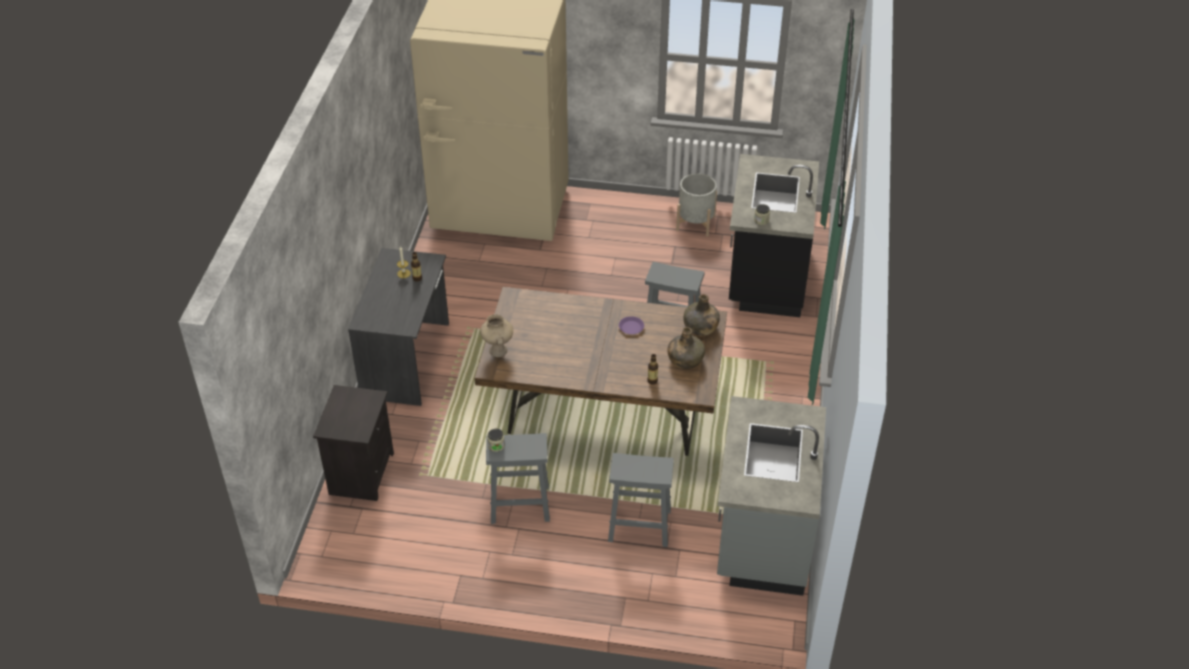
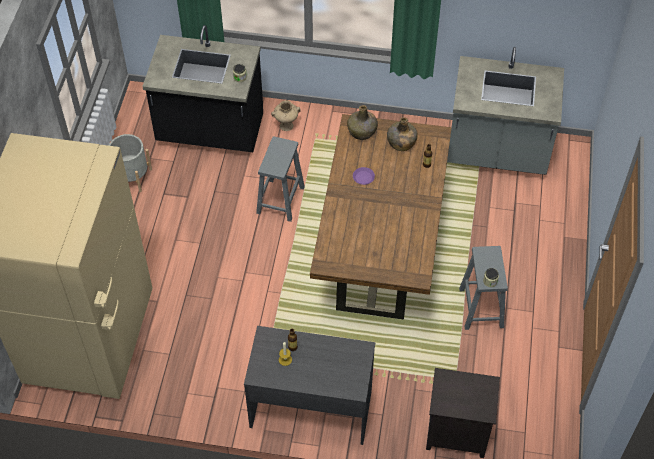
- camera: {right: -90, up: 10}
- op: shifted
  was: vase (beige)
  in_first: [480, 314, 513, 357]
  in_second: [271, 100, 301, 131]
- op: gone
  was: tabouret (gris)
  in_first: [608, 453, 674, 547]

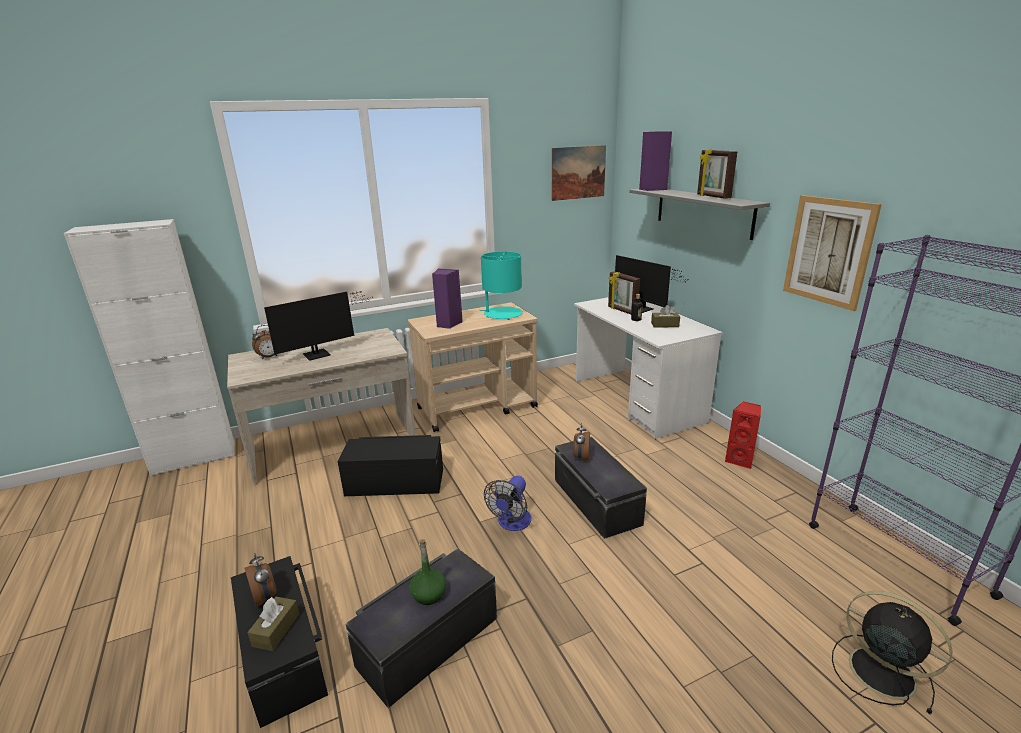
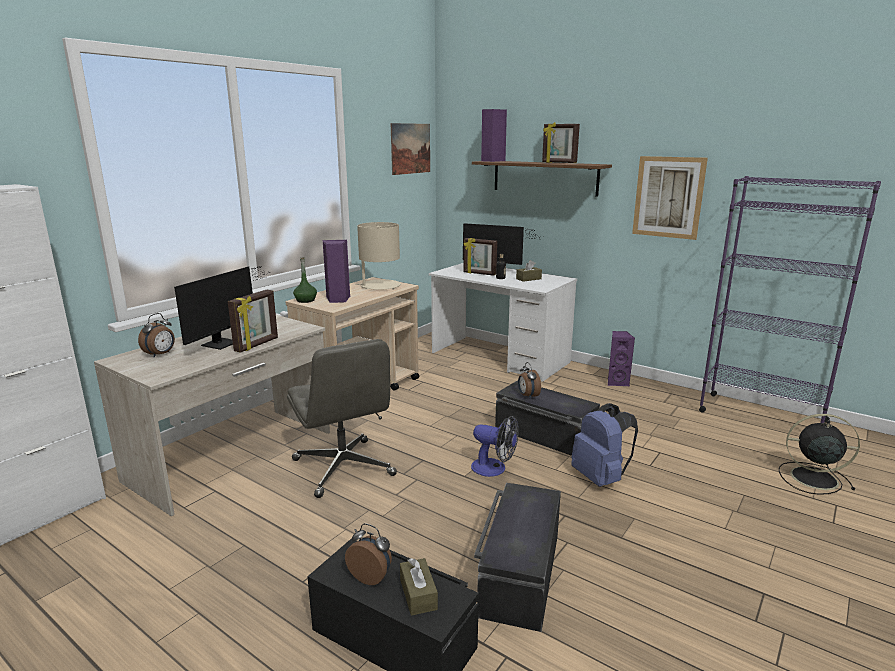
- camera: {right: -30, up: -5}
- op: swapped
  was: boîte de rangement (noir)
  now: chaise de bureau (gris)
  in_first: [338, 435, 443, 496]
  in_second: [287, 339, 397, 498]
- op: shifted
  was: bouteille (vert)
  in_first: [409, 539, 446, 605]
  in_second: [293, 258, 317, 303]
- op: repainted
  was: lampe de table (turquoise)
  now: lampe de table (beige)
  in_first: [479, 251, 523, 320]
  in_second: [355, 222, 401, 290]
- op: rotated
  was: ventilateur
  in_first: [484, 476, 531, 531]
  in_second: [471, 416, 519, 477]
  clockwise: -60
- op: repainted
  was: étagère (gris)
  now: étagère (marron)
  in_first: [629, 189, 770, 240]
  in_second: [472, 161, 612, 197]
- op: repainted
  was: enceinte (rouge)
  now: enceinte (violet)
  in_first: [725, 401, 761, 469]
  in_second: [608, 331, 635, 386]
- op: new
  now: cadre photo
  in_second: [228, 290, 278, 353]
- op: new
  now: sac à dos (bleu)
  in_second: [571, 403, 638, 487]

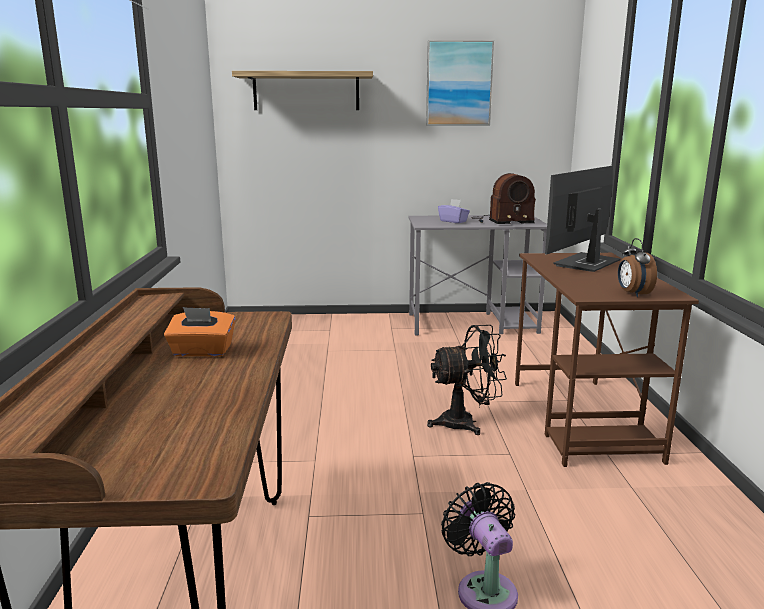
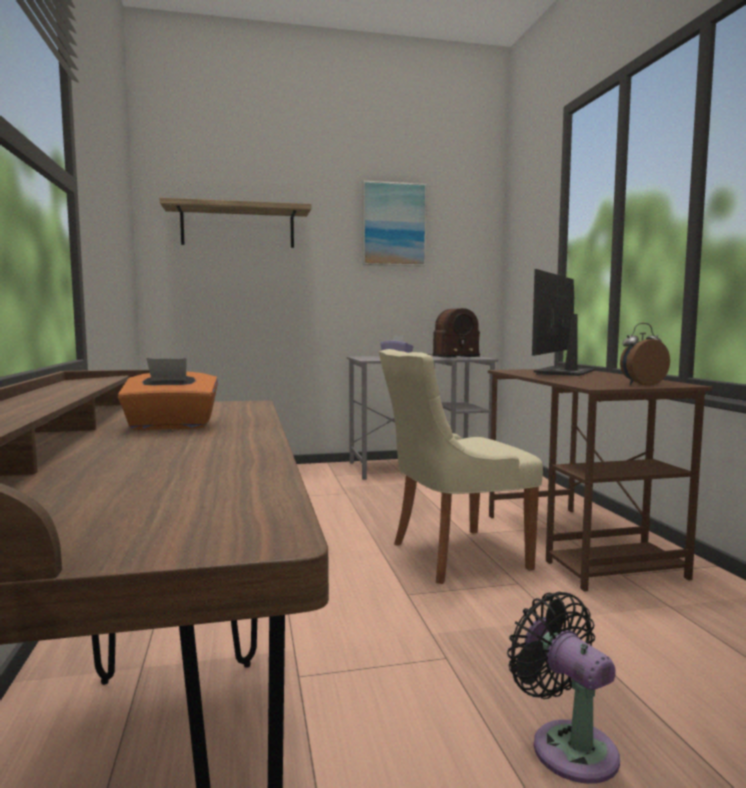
- camera: {right: -10, up: -10}
- op: swapped
  was: ventilateur (noir)
  now: chaise (beige)
  in_first: [427, 325, 507, 435]
  in_second: [379, 349, 543, 584]
- op: rotated
  was: réveil
  in_first: [618, 238, 657, 297]
  in_second: [620, 323, 670, 386]
  clockwise: 90

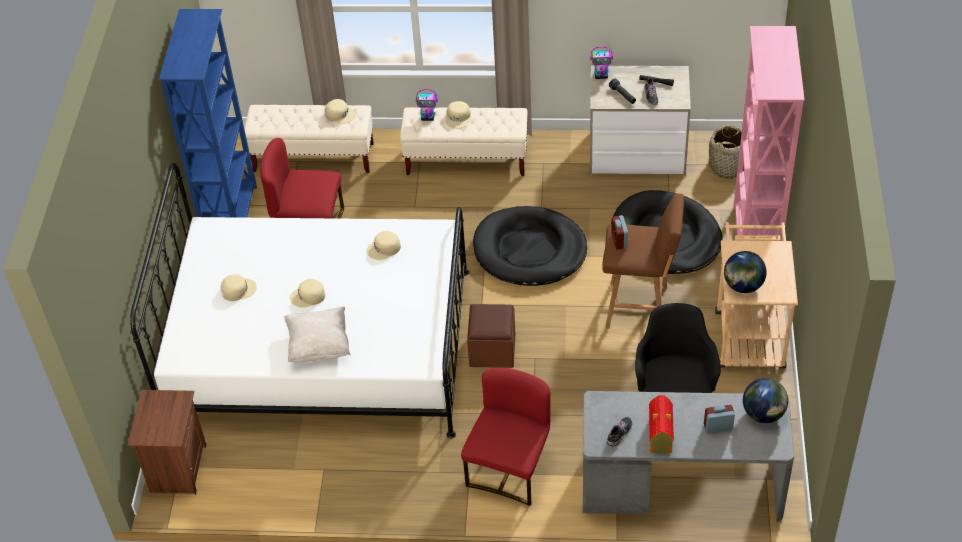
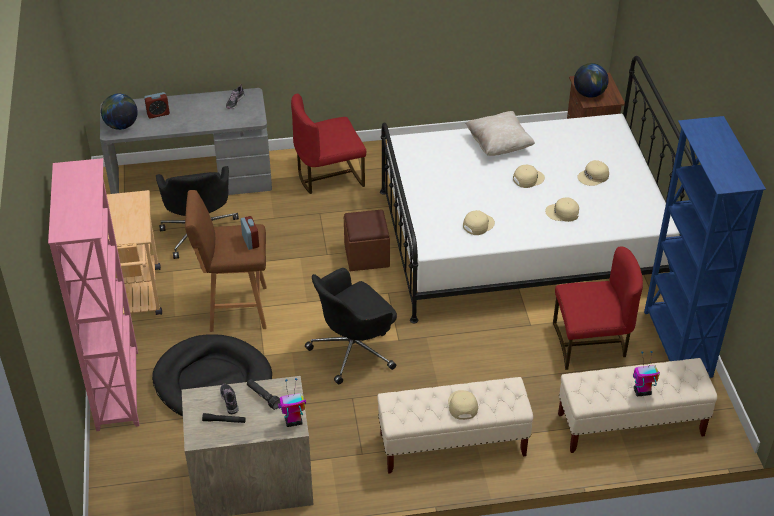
- camera: {right: 165, up: -5}
- op: shifted
  was: casquette (beige)
  in_first: [325, 99, 356, 124]
  in_second: [545, 197, 579, 222]
- op: shifted
  was: robot jouet
  in_first: [416, 89, 438, 121]
  in_second: [633, 351, 660, 396]
- op: rotated
  was: chaise (rouge)
  in_first: [461, 367, 551, 506]
  in_second: [291, 94, 366, 194]
  clockwise: 60
- op: swapped
  was: panier pour chien (noir)
  now: chaise de bureau (noir)
  in_first: [473, 206, 587, 286]
  in_second: [305, 268, 397, 385]
- op: gone
  was: maison miniature
  in_first: [649, 395, 674, 453]
- op: gone
  was: panier
  in_first: [709, 125, 748, 179]
- op: shifted
  was: globe
  in_first: [724, 251, 767, 293]
  in_second: [574, 63, 609, 98]

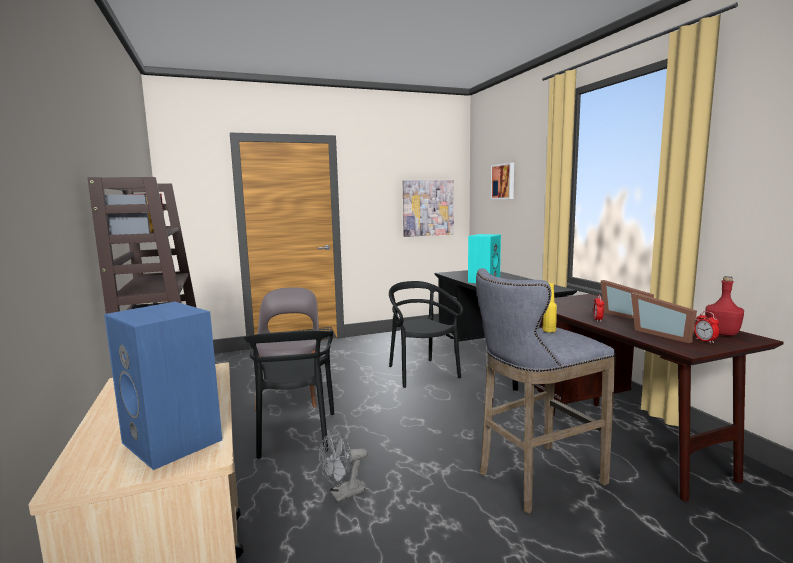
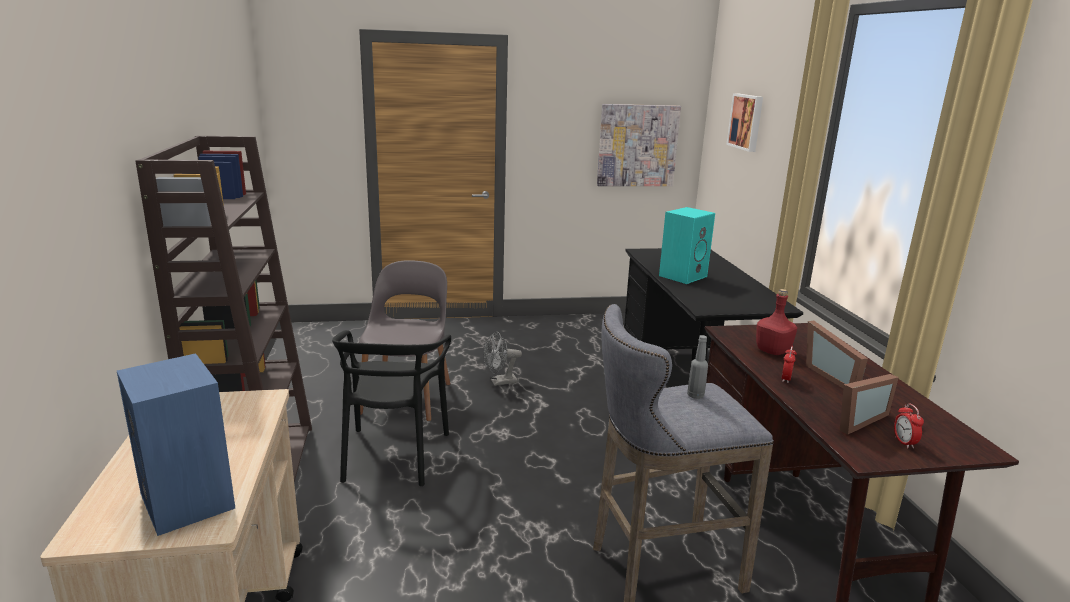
- camera: {right: 10, up: 10}
- op: shifted
  was: ventilateur (gris)
  in_first: [319, 429, 368, 502]
  in_second: [484, 331, 522, 386]
- op: gone
  was: chaise (noir)
  in_first: [389, 281, 463, 388]
- op: repainted
  was: bouteille (jaune)
  now: bouteille (gris)
  in_first: [543, 283, 557, 333]
  in_second: [687, 335, 708, 399]
- op: rotated
  was: cadre photo
  in_first: [631, 292, 697, 343]
  in_second: [840, 374, 899, 434]
  clockwise: -105
- op: shifted
  was: bouteille (rouge)
  in_first: [705, 276, 744, 336]
  in_second: [756, 289, 797, 355]

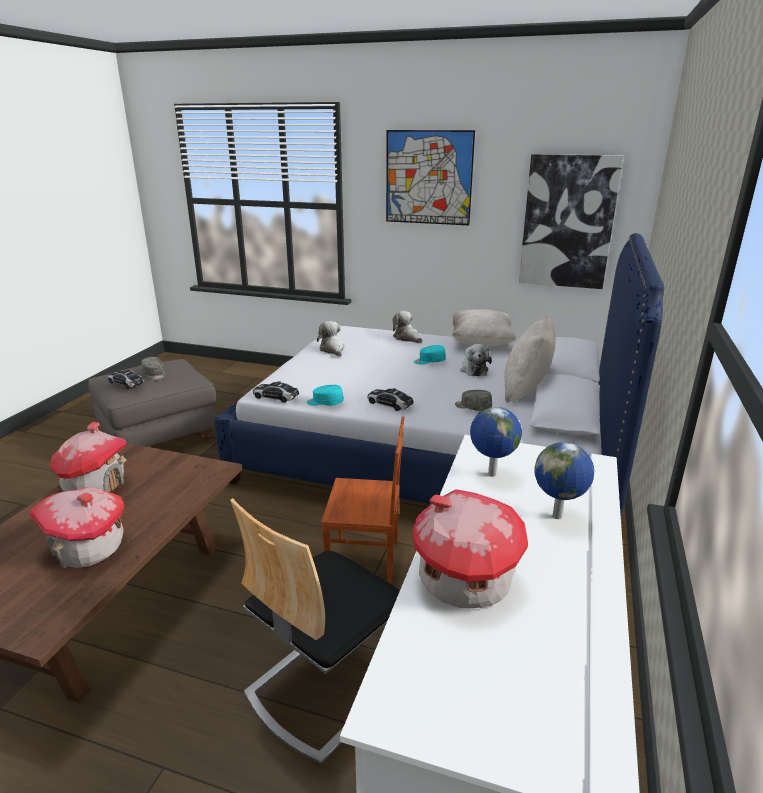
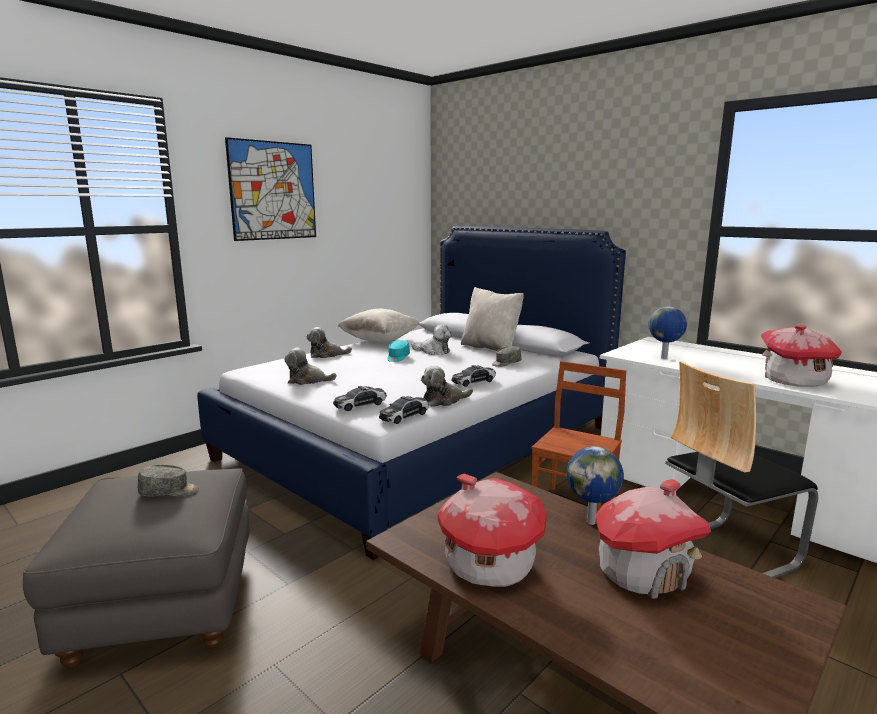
- camera: {right: -65, up: -10}
- op: shifted
  was: petite voiture
  in_first: [108, 369, 144, 389]
  in_second: [333, 386, 387, 411]
- op: rotated
  was: chaise
  in_first: [230, 498, 400, 764]
  in_second: [665, 361, 818, 578]
  clockwise: 90
- op: swapped
  was: casquette (turquoise)
  now: peluche
  in_first: [307, 385, 344, 406]
  in_second: [421, 365, 473, 407]
- op: gone
  was: tableau
  in_first: [519, 154, 624, 289]
- op: shifted
  was: globe
  in_first: [534, 442, 594, 519]
  in_second: [567, 446, 624, 525]

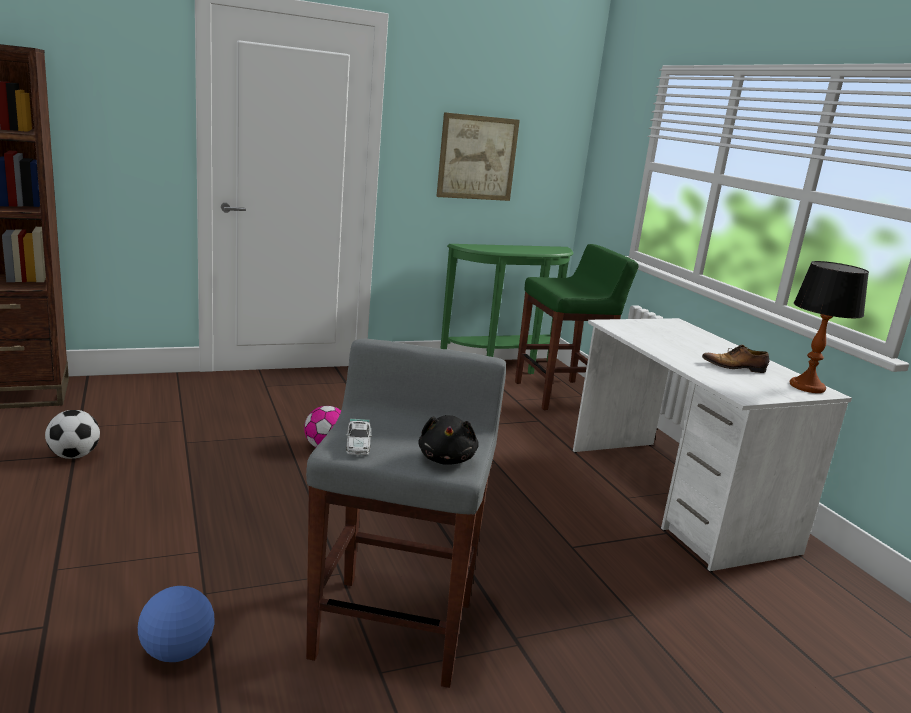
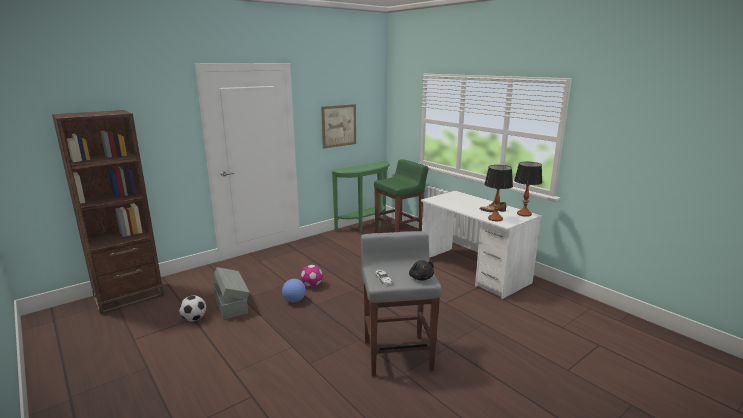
- camera: {right: -15, up: 0}
- op: shifted
  was: ballon de foot
  in_first: [138, 586, 214, 662]
  in_second: [282, 279, 306, 302]
- op: new
  now: boîte de rangement (gris)
  in_second: [213, 267, 250, 320]
- op: new
  now: lampe de table
  in_second: [484, 165, 513, 221]

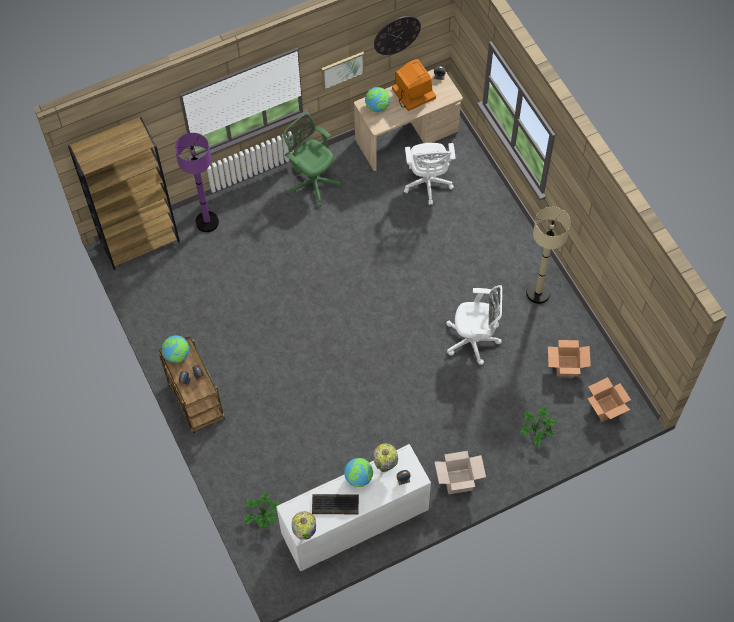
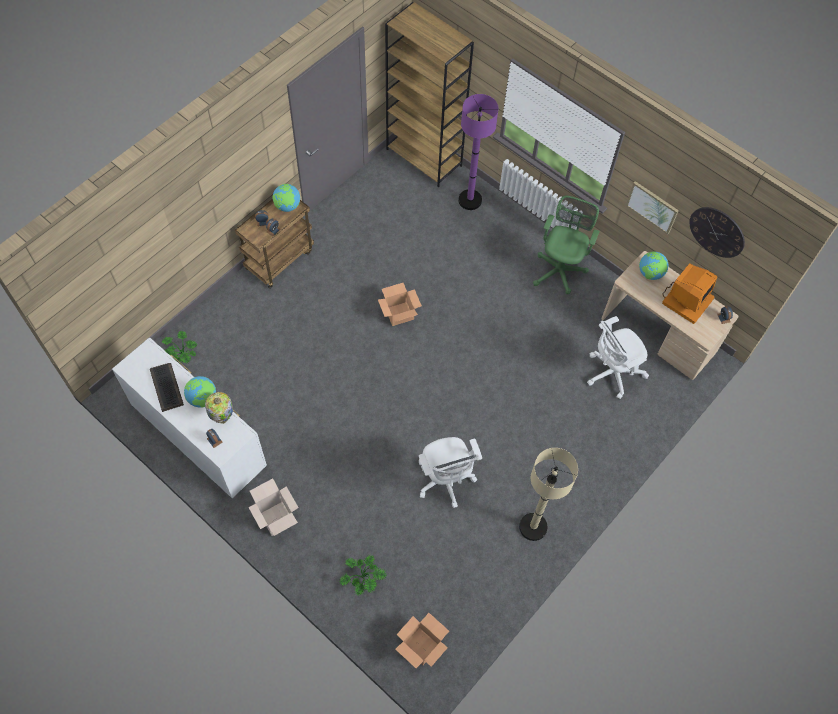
- camera: {right: 65, up: 0}
- op: gone
  was: lampe de table
  in_first: [292, 511, 316, 540]
- op: shifted
  was: carton
  in_first: [548, 340, 591, 377]
  in_second: [378, 283, 422, 326]

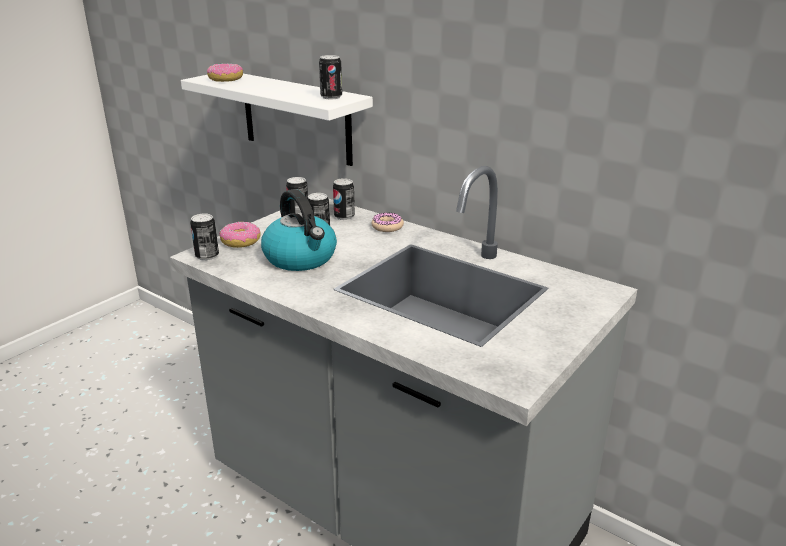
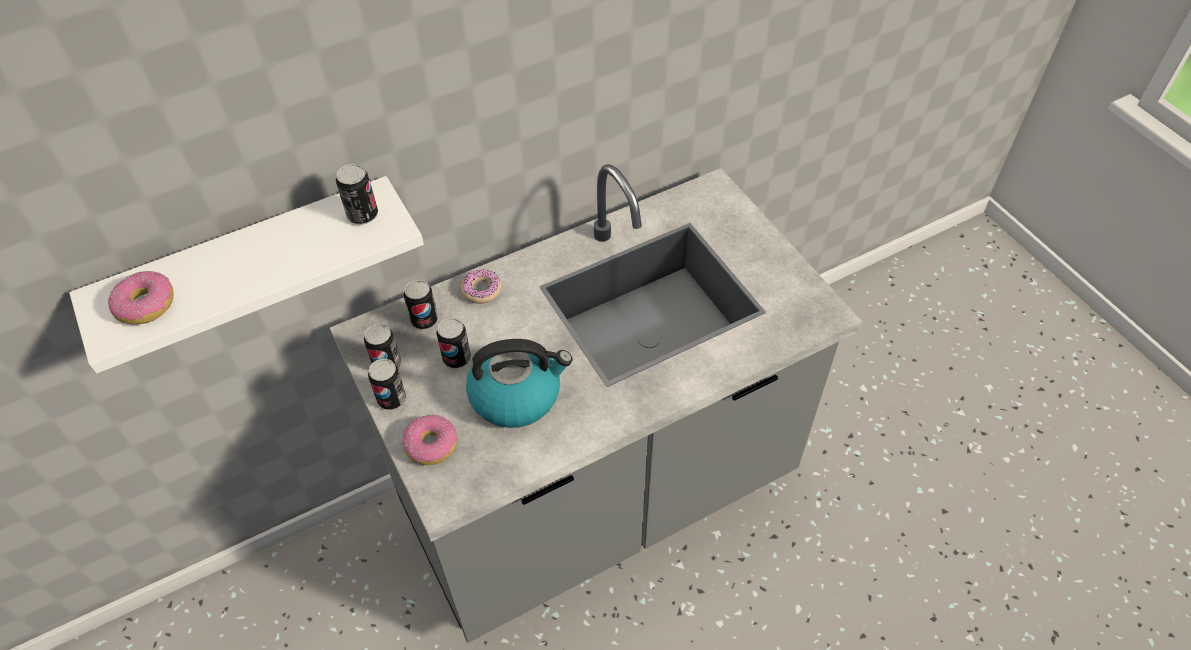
- camera: {right: -65, up: 25}
- op: shifted
  was: boîte métallique
  in_first: [190, 214, 219, 261]
  in_second: [368, 359, 406, 410]

